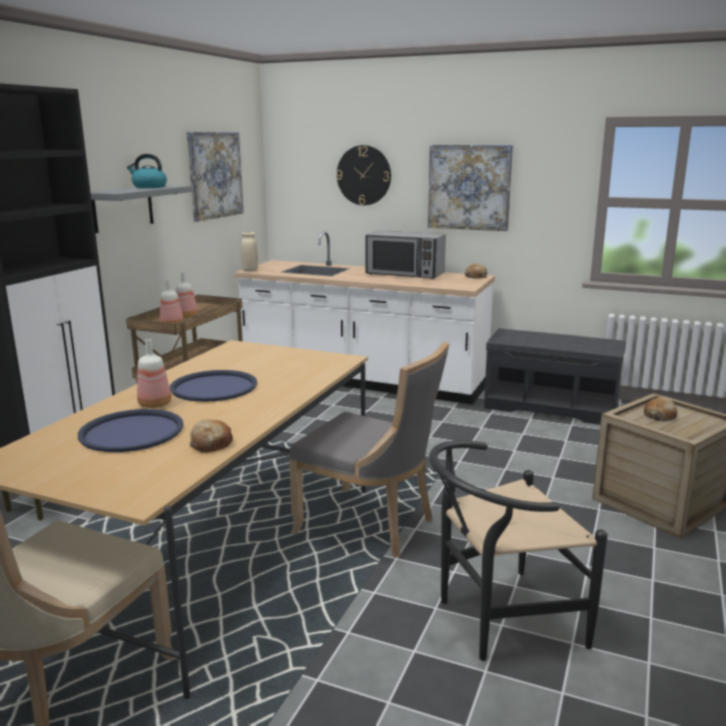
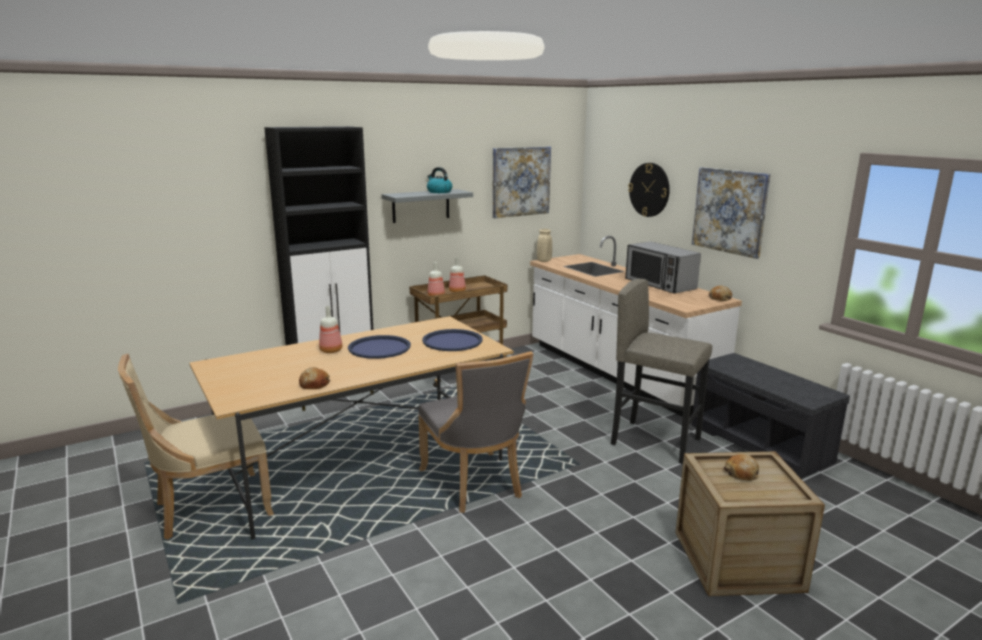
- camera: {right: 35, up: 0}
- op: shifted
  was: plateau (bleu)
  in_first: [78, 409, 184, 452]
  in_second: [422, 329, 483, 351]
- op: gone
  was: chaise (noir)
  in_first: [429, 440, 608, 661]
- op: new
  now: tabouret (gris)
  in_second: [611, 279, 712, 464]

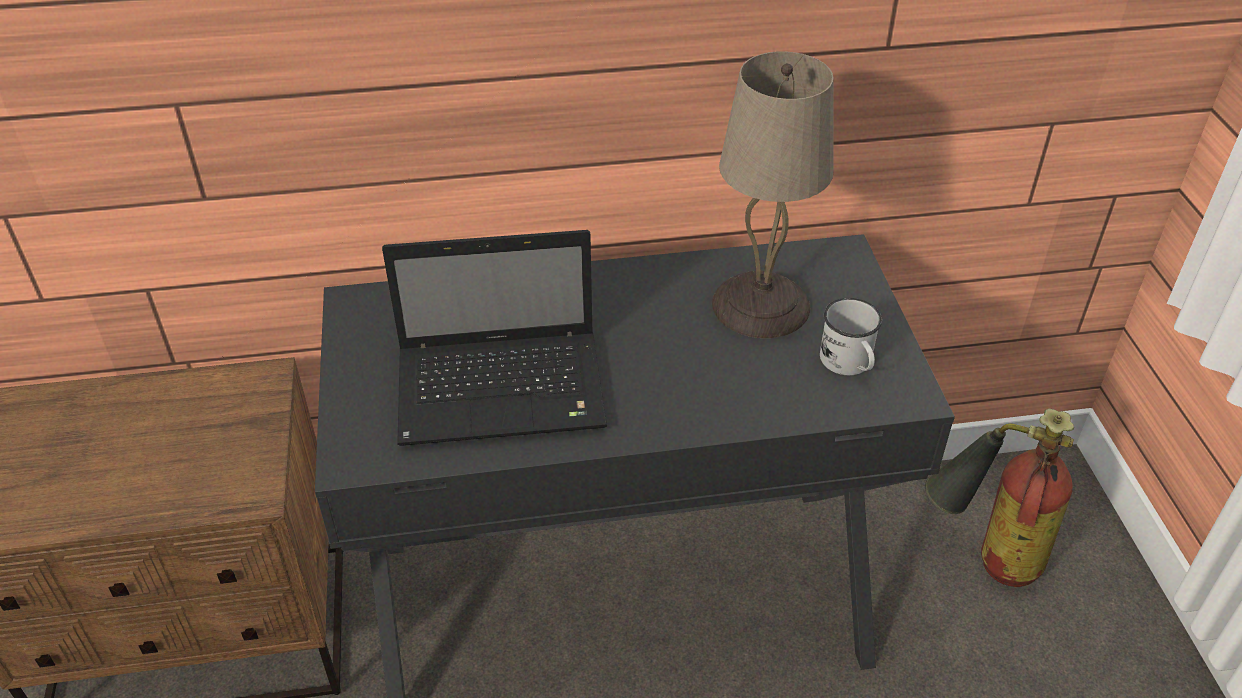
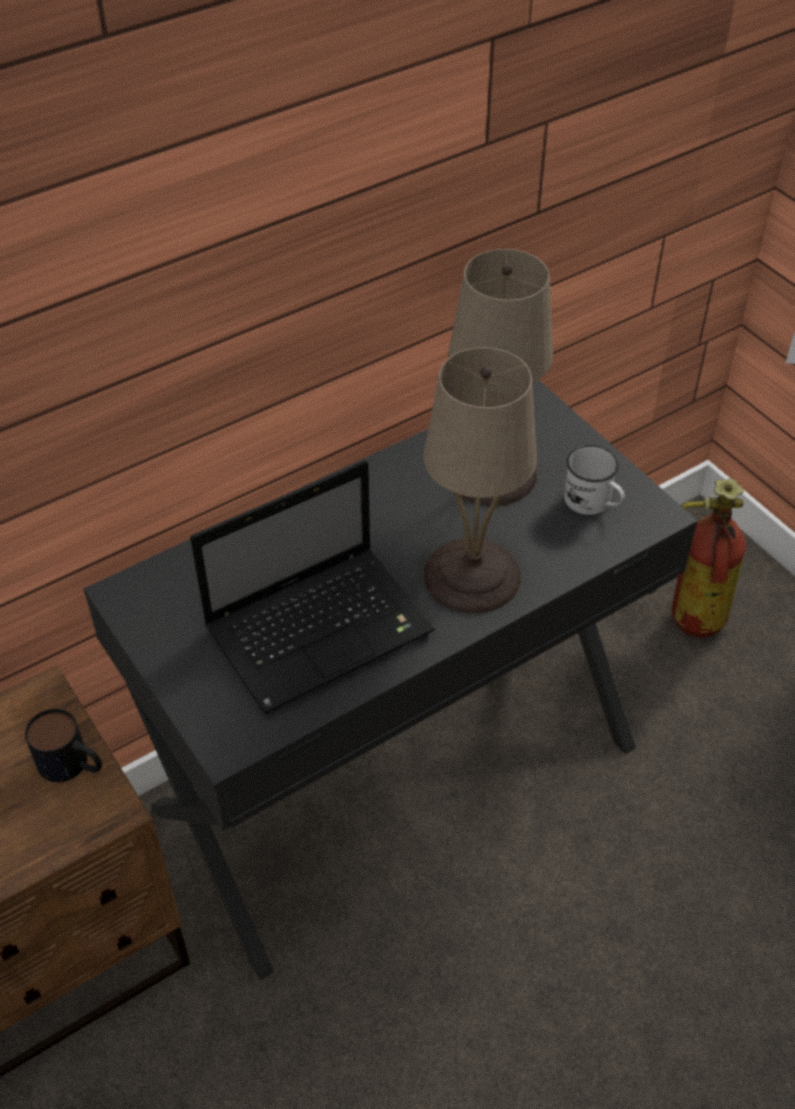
- camera: {right: -25, up: 5}
- op: new
  now: mug
  in_second: [25, 709, 102, 782]
- op: new
  now: lampe de table (beige)
  in_second: [423, 347, 537, 613]

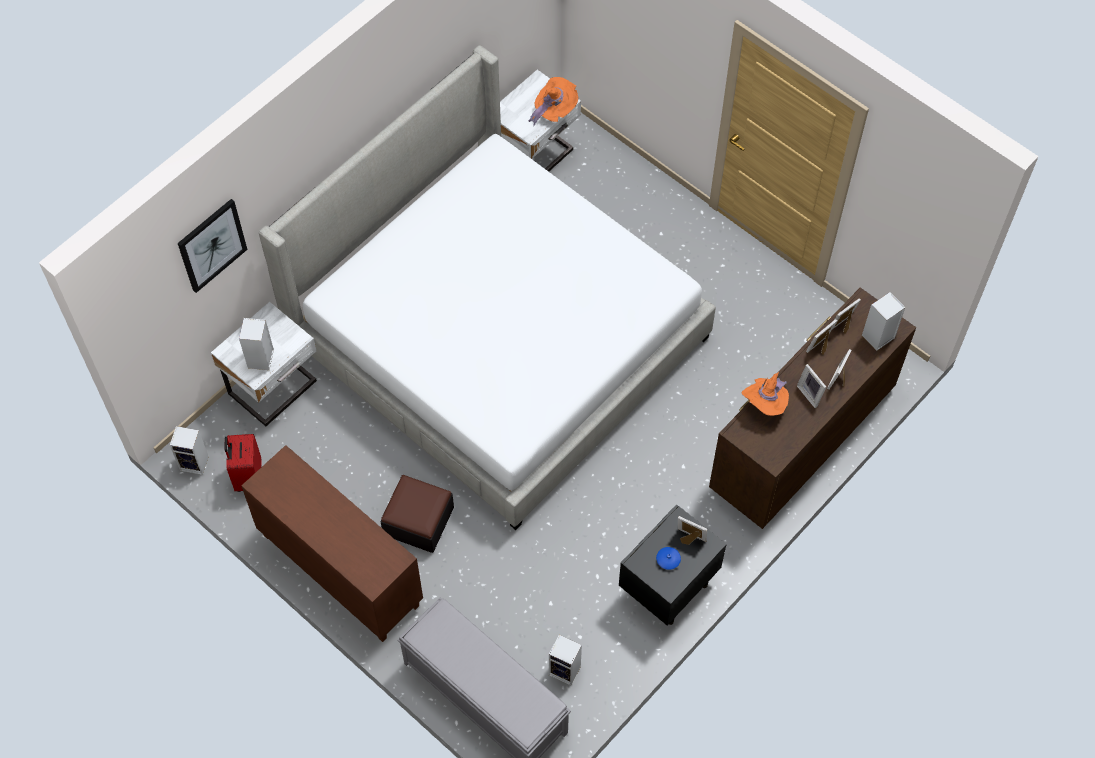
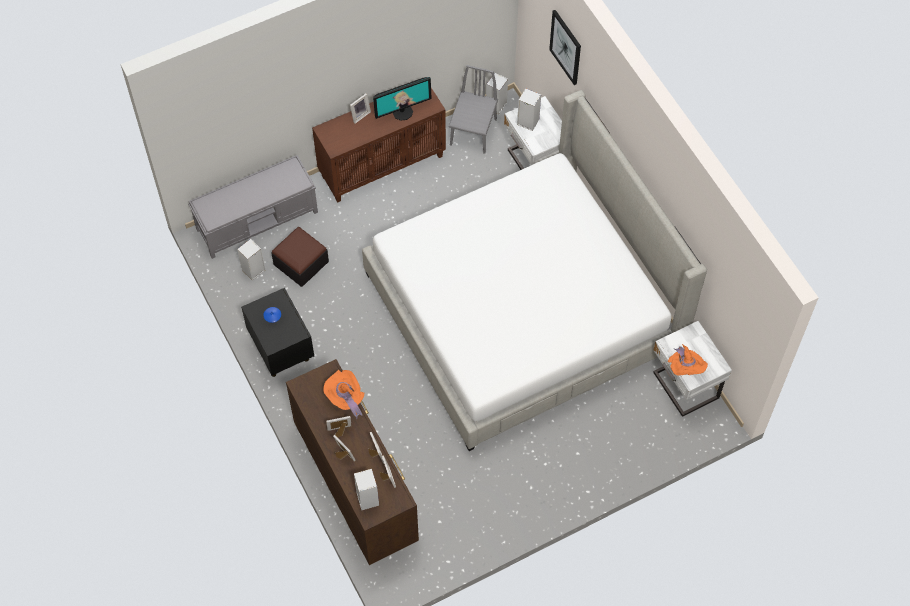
- camera: {right: 110, up: 0}
- op: swapped
  was: valise (rouge)
  now: chaise (gris)
  in_first: [224, 434, 262, 492]
  in_second: [449, 65, 498, 154]
- op: shifted
  was: pouf
  in_first: [380, 475, 454, 553]
  in_second: [271, 227, 329, 287]
- op: shifted
  was: cadre photo
  in_first: [678, 516, 707, 545]
  in_second: [350, 93, 371, 124]
- op: new
  now: écran d'ordinateur
  in_second: [373, 77, 432, 121]

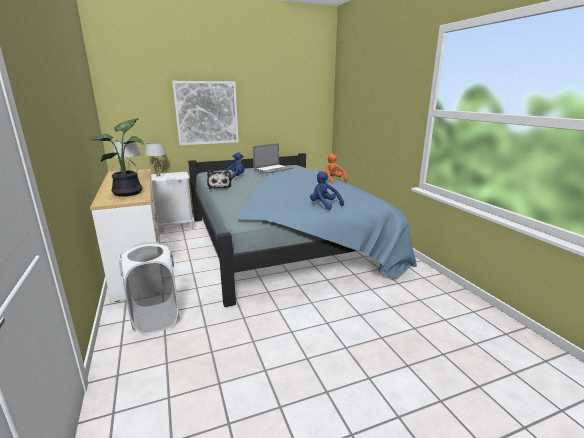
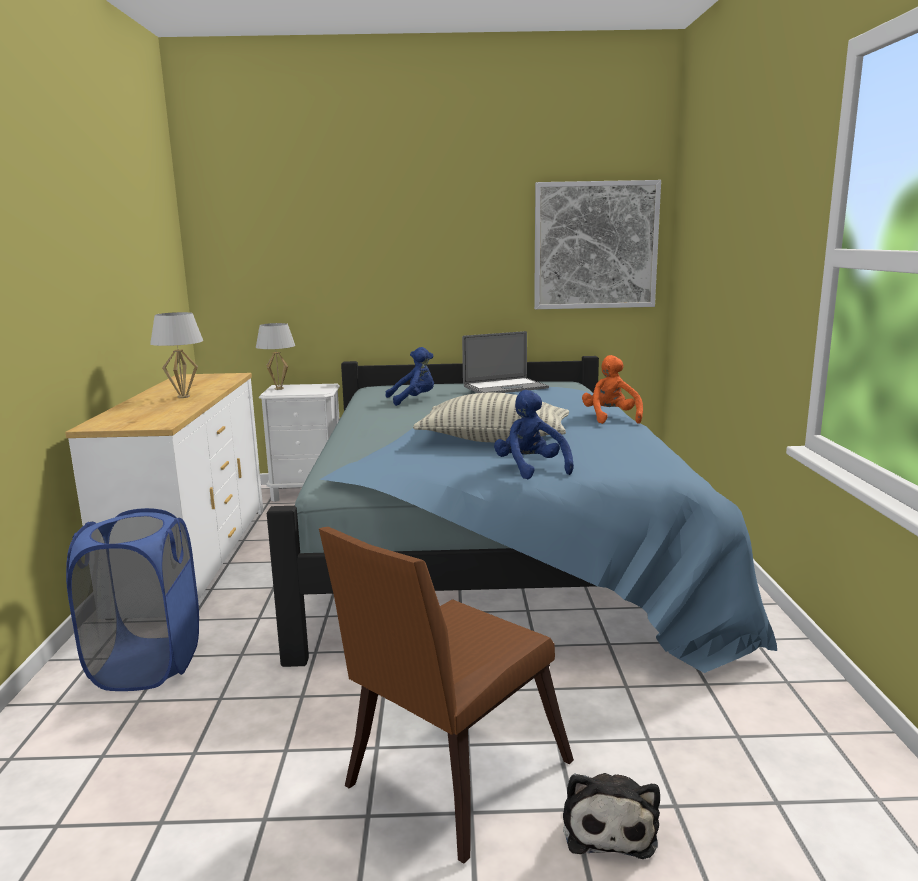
- camera: {right: 20, up: -5}
- op: gone
  was: plante en pot
  in_first: [89, 119, 144, 197]
- op: repainted
  was: panier à linge (blanc)
  now: panier à linge (bleu)
  in_first: [119, 242, 180, 334]
  in_second: [66, 508, 199, 691]
- op: shifted
  was: tableau
  in_first: [172, 81, 239, 145]
  in_second: [534, 180, 661, 309]
- op: shifted
  was: peluche
  in_first: [207, 170, 231, 189]
  in_second: [563, 773, 660, 859]
- op: new
  now: chaise (marron)
  in_second: [319, 527, 574, 864]
- op: new
  now: coussin
  in_second: [413, 393, 569, 442]

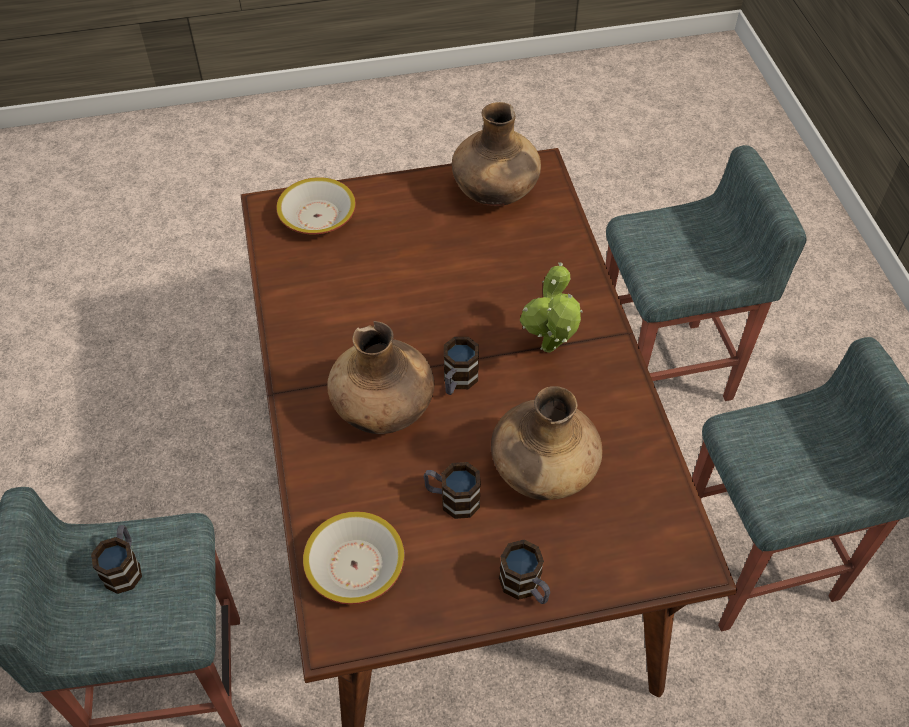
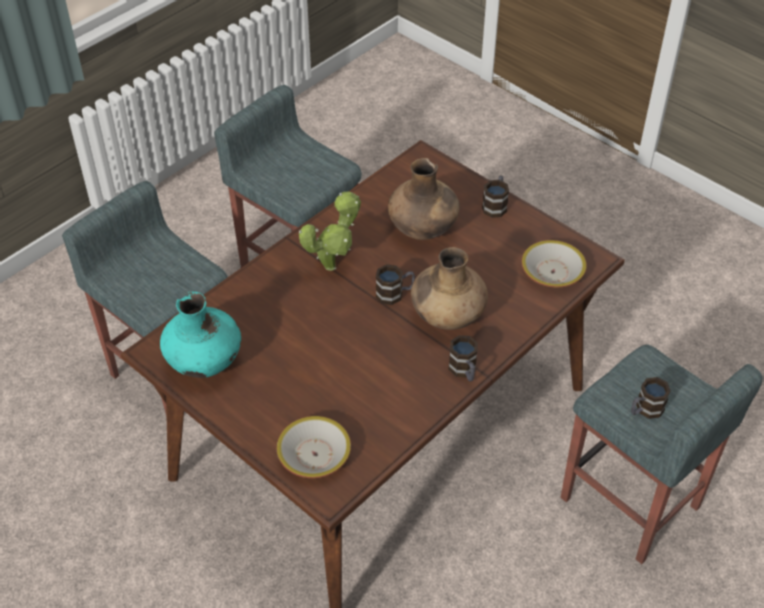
- camera: {right: -125, up: -5}
- op: shifted
  was: mug
  in_first: [424, 462, 481, 519]
  in_second: [449, 335, 478, 382]
- op: repainted
  was: vase (marron)
  now: vase (turquoise)
  in_first: [452, 102, 541, 206]
  in_second: [160, 292, 241, 378]

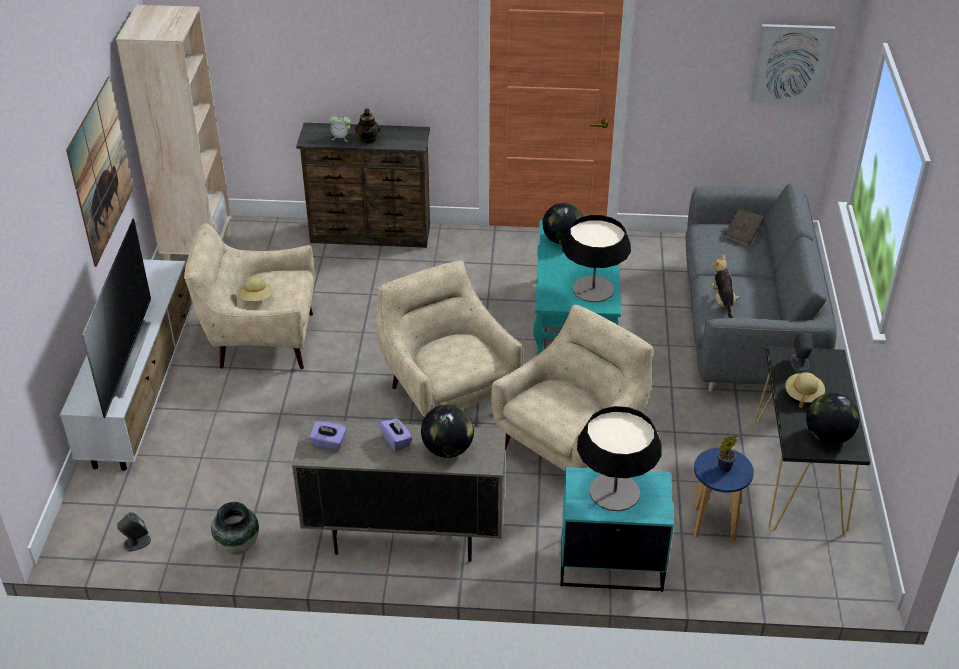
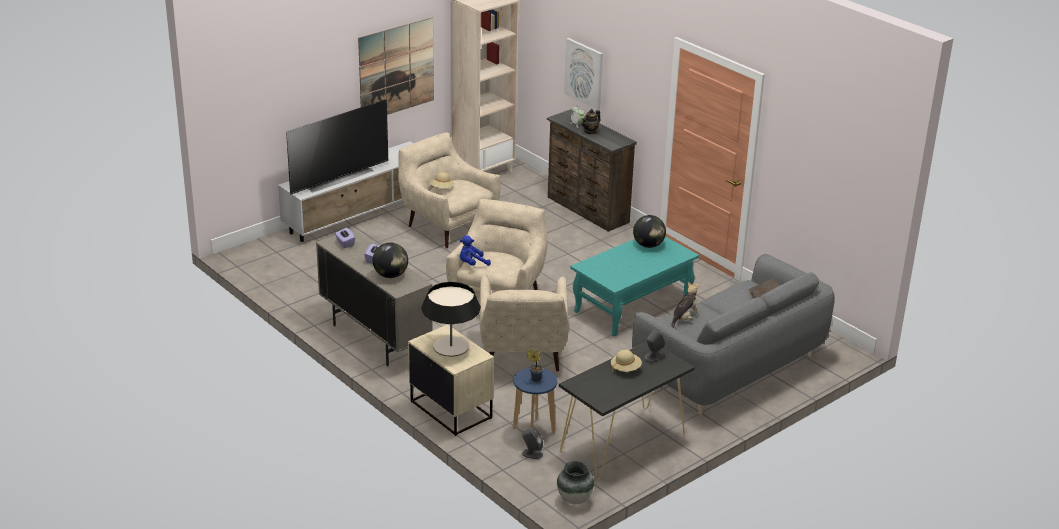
- camera: {right: 45, up: -10}
- op: shifted
  was: enceinte (gris)
  in_first: [117, 512, 151, 552]
  in_second: [522, 427, 543, 459]
- op: shifted
  was: vase
  in_first: [211, 502, 259, 555]
  in_second: [557, 461, 594, 505]
- op: rotated
  was: fauteuil (beige)
  in_first: [491, 305, 653, 471]
  in_second: [480, 275, 569, 371]
  clockwise: 90
- op: repainted
  was: table de chevet (turquoise)
  now: table de chevet (beige)
  in_first: [560, 467, 674, 592]
  in_second: [408, 325, 494, 436]
- op: gone
  was: lampe de table
  in_first: [562, 215, 631, 302]
- op: shifted
  was: tableau
  in_first: [750, 24, 835, 104]
  in_second: [564, 38, 603, 110]
- op: gone
  was: globe
  in_first: [806, 393, 859, 444]
- op: new
  now: peluche (bleu)
  in_second: [460, 235, 491, 266]

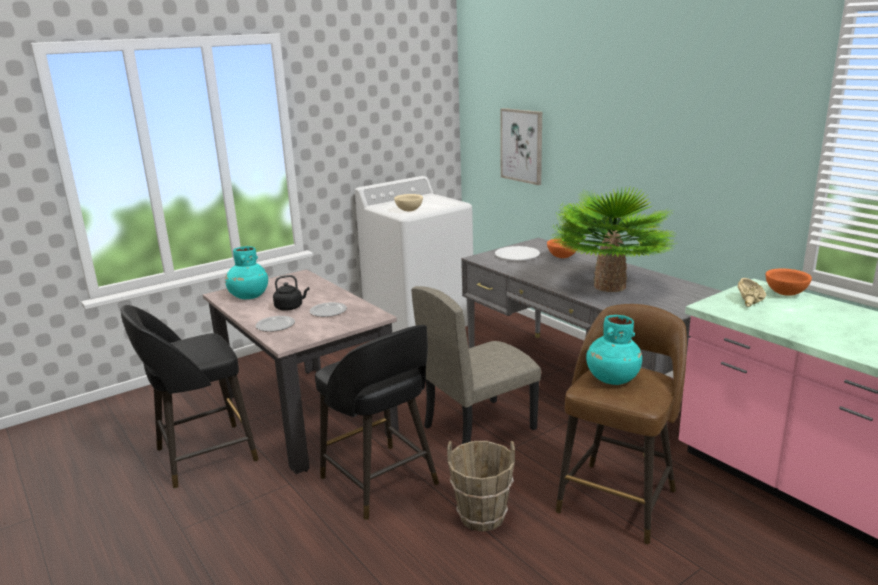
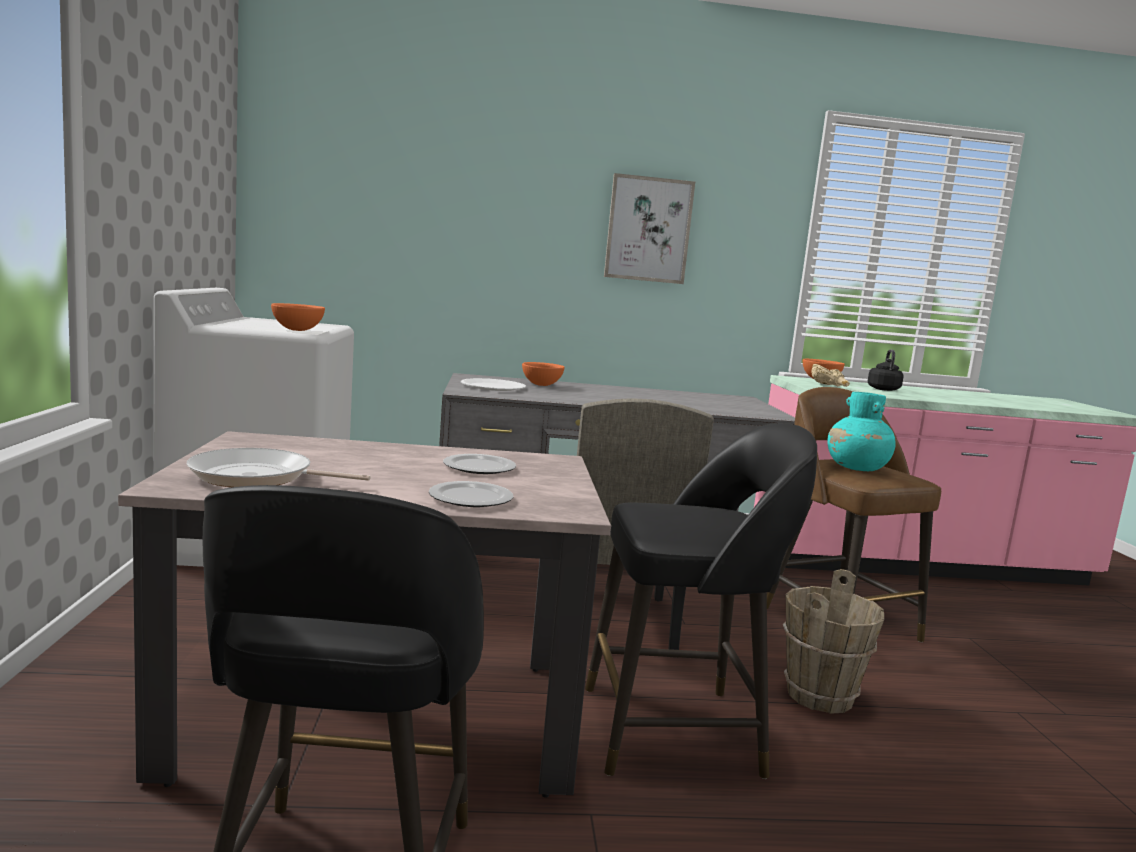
- camera: {right: -60, up: -10}
- op: swapped
  was: vase (turquoise)
  now: poêle
  in_first: [225, 246, 268, 299]
  in_second: [187, 448, 371, 487]
- op: shifted
  was: bouilloire (noir)
  in_first: [273, 275, 310, 311]
  in_second: [868, 349, 904, 391]
- op: repainted
  was: bol (beige)
  now: bol (orange)
  in_first: [394, 194, 423, 211]
  in_second: [271, 303, 325, 331]
- op: shifted
  was: tableau
  in_first: [500, 108, 542, 185]
  in_second: [604, 173, 695, 284]
- op: gone
  was: plante en pot
  in_first: [551, 186, 675, 292]

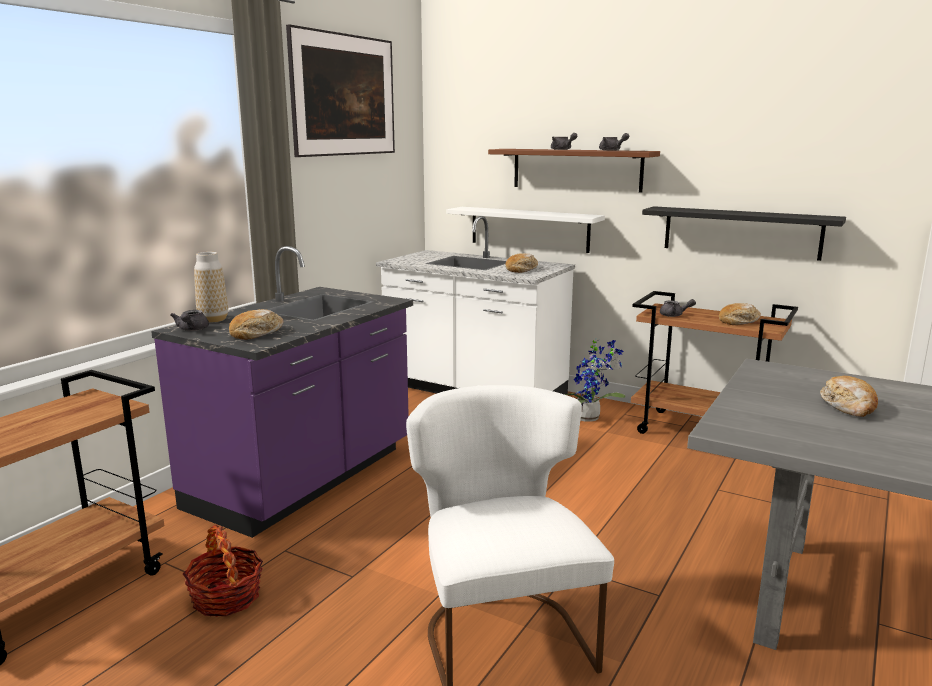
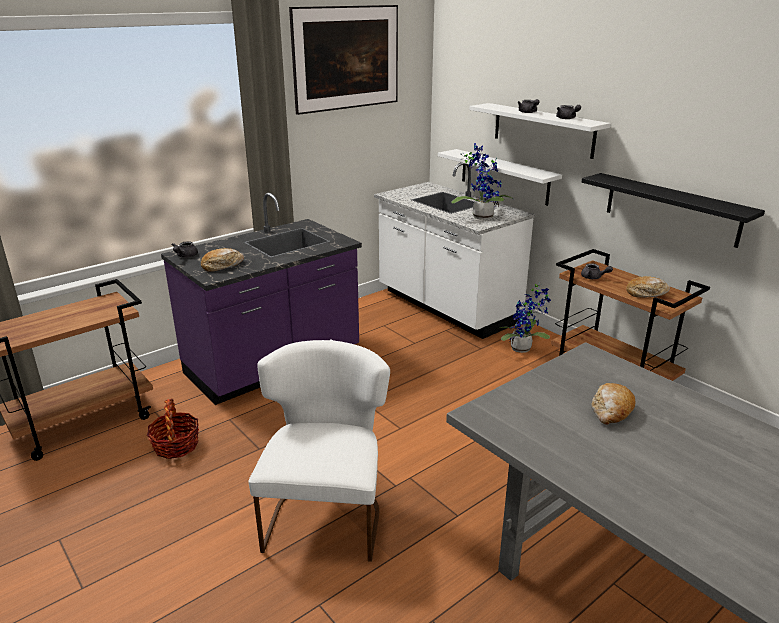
- camera: {right: 20, up: 10}
- op: gone
  was: vase
  in_first: [194, 252, 228, 323]
- op: repainted
  was: étagère (marron)
  now: étagère (blanc)
  in_first: [488, 149, 660, 193]
  in_second: [469, 103, 611, 159]
- op: swapped
  was: pain
  now: plante en pot
  in_first: [506, 253, 538, 273]
  in_second: [451, 143, 513, 220]

